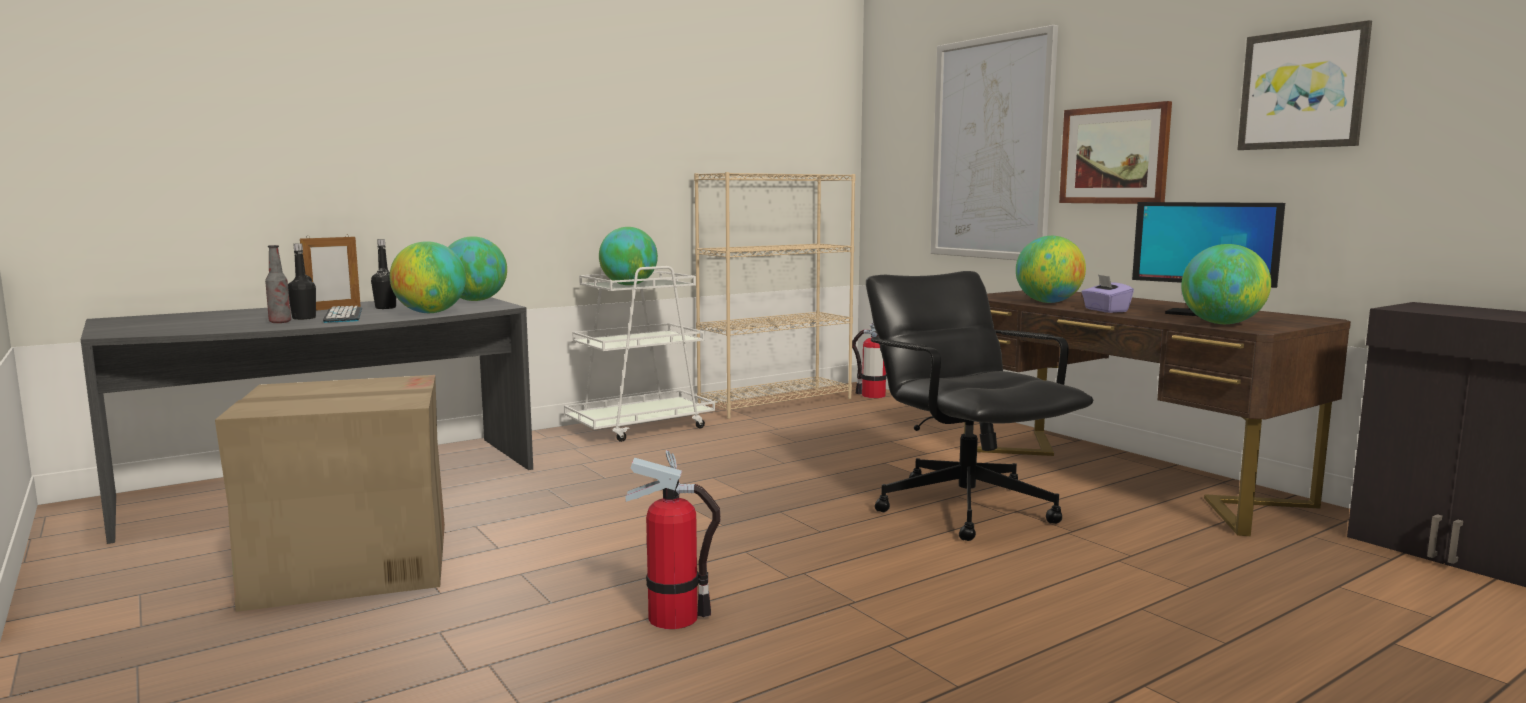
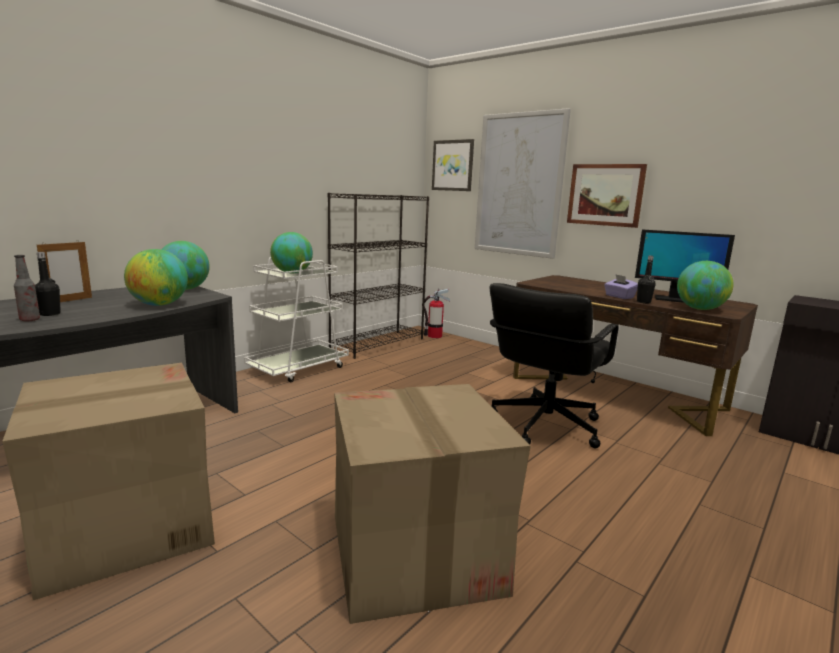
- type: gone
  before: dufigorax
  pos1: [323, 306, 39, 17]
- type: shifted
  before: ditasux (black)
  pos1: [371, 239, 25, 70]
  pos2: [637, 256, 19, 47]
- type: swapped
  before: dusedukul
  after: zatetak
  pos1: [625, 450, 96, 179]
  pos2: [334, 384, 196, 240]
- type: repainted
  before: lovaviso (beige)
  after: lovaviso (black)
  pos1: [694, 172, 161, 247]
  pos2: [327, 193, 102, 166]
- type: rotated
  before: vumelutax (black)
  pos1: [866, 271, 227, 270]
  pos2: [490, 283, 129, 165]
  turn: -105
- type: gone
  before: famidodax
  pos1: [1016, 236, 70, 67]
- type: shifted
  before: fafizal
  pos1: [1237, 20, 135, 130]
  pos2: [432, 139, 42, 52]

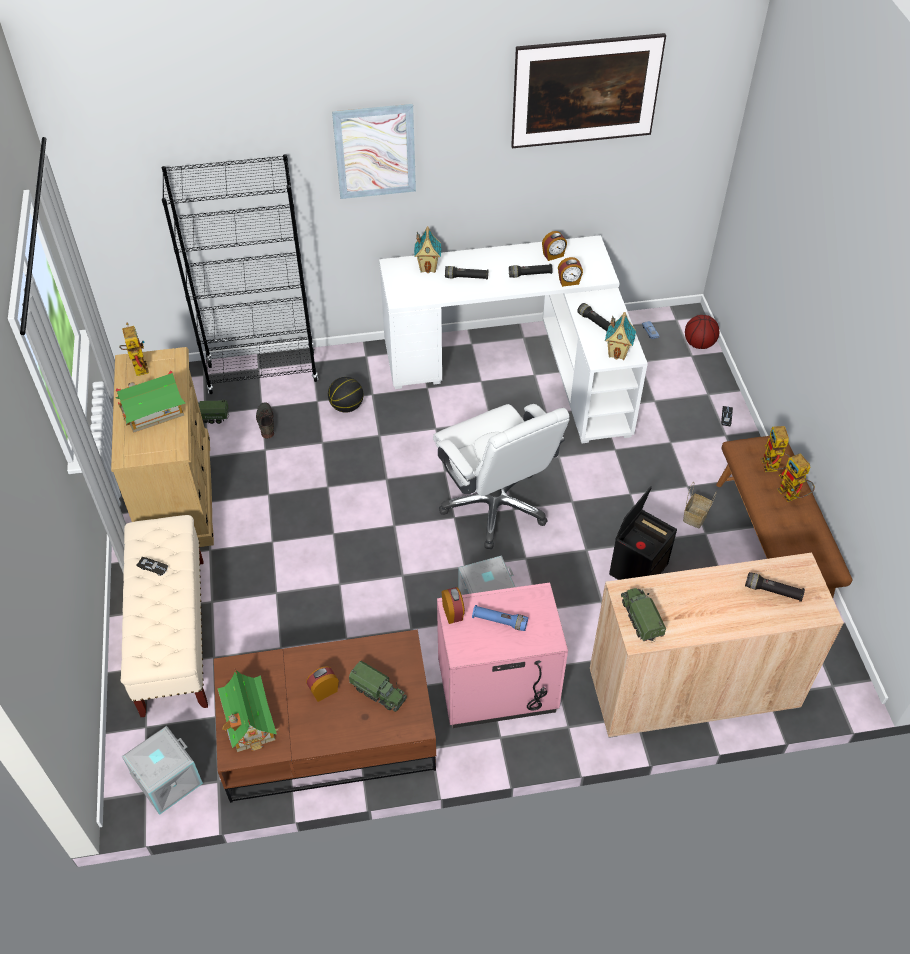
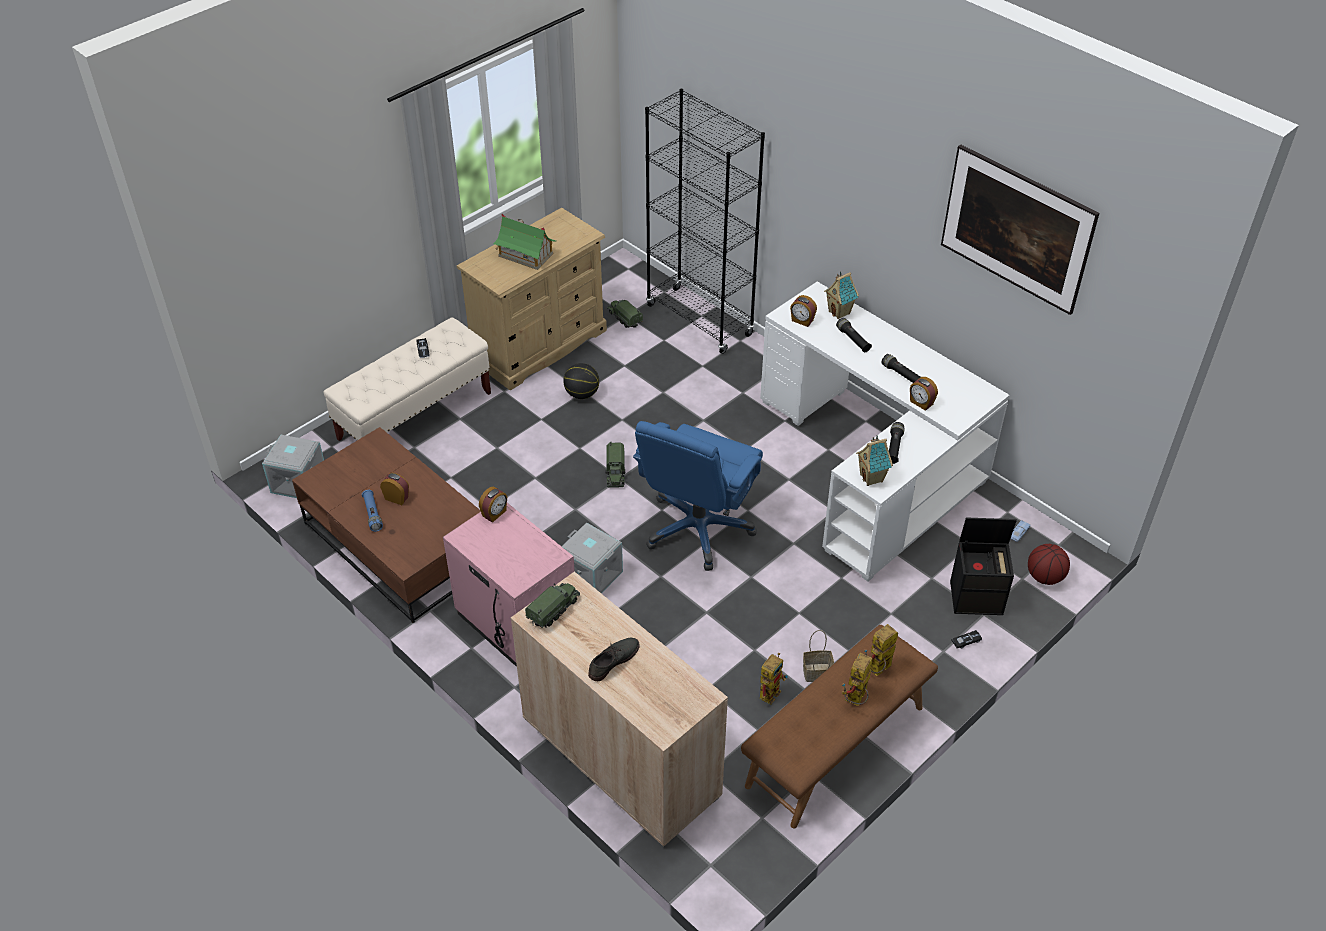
- type: shifted
  before: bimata
  pos1: [119, 323, 30, 53]
  pos2: [759, 653, 29, 52]
- type: gone
  before: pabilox
  pos1: [218, 669, 61, 83]
- type: shifted
  before: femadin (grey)
  pos1: [256, 402, 18, 36]
  pos2: [588, 638, 52, 43]
- type: shifted
  before: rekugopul
  pos1: [328, 377, 36, 36]
  pos2: [563, 363, 36, 36]
- type: gone
  before: fafizal
  pos1: [332, 104, 84, 95]
- type: shifted
  before: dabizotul
  pos1: [349, 661, 58, 51]
  pos2: [605, 442, 20, 46]
- type: repainted
  before: vumelutax (white)
  after: vumelutax (blue)
  pos1: [433, 404, 136, 145]
  pos2: [633, 421, 130, 150]
- type: shifted
  before: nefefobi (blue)
  pos1: [472, 605, 56, 26]
  pos2: [362, 490, 21, 42]
- type: shifted
  before: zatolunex
  pos1: [542, 231, 25, 30]
  pos2: [790, 295, 27, 32]
- type: shifted
  before: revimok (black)
  pos1: [609, 486, 68, 94]
  pos2: [950, 517, 67, 98]
- type: gone
  before: nefefobi (black)
  pos1: [745, 572, 60, 30]

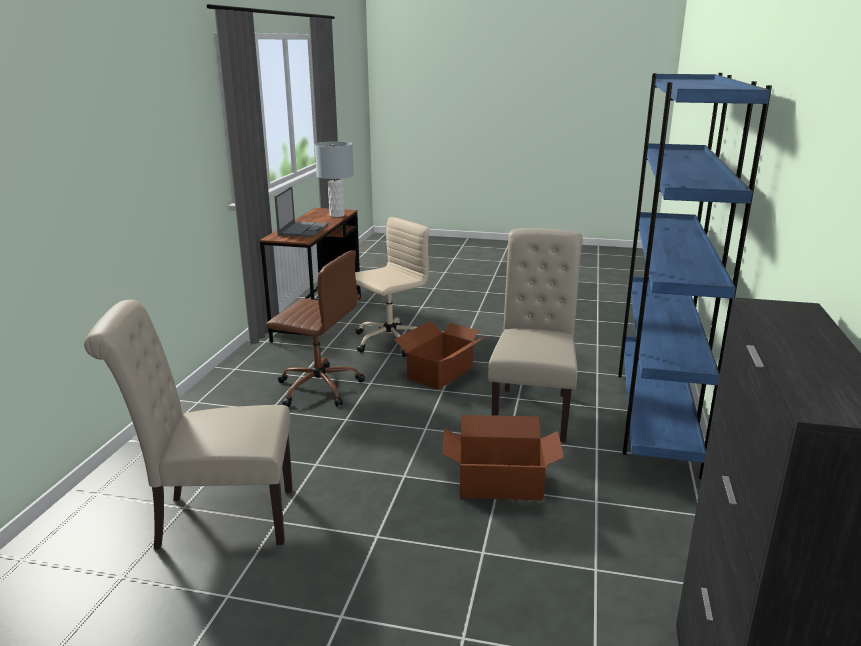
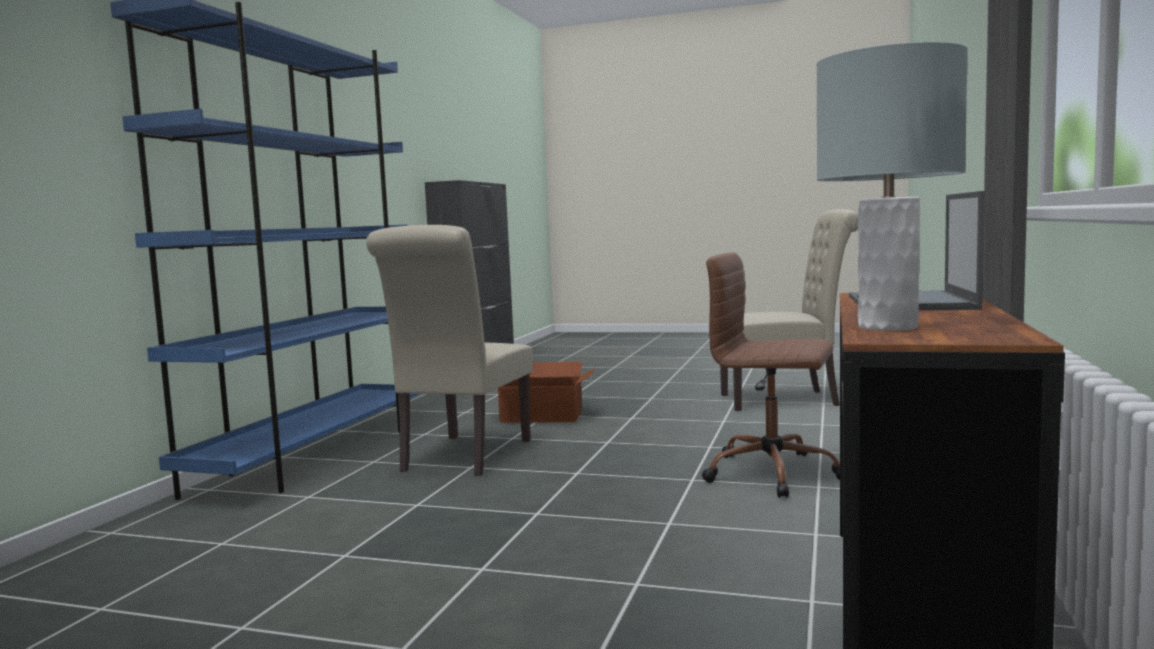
- type: gone
  before: vumelutax (beige)
  pos1: [355, 217, 74, 141]
- type: gone
  before: zatetak
  pos1: [394, 321, 93, 69]

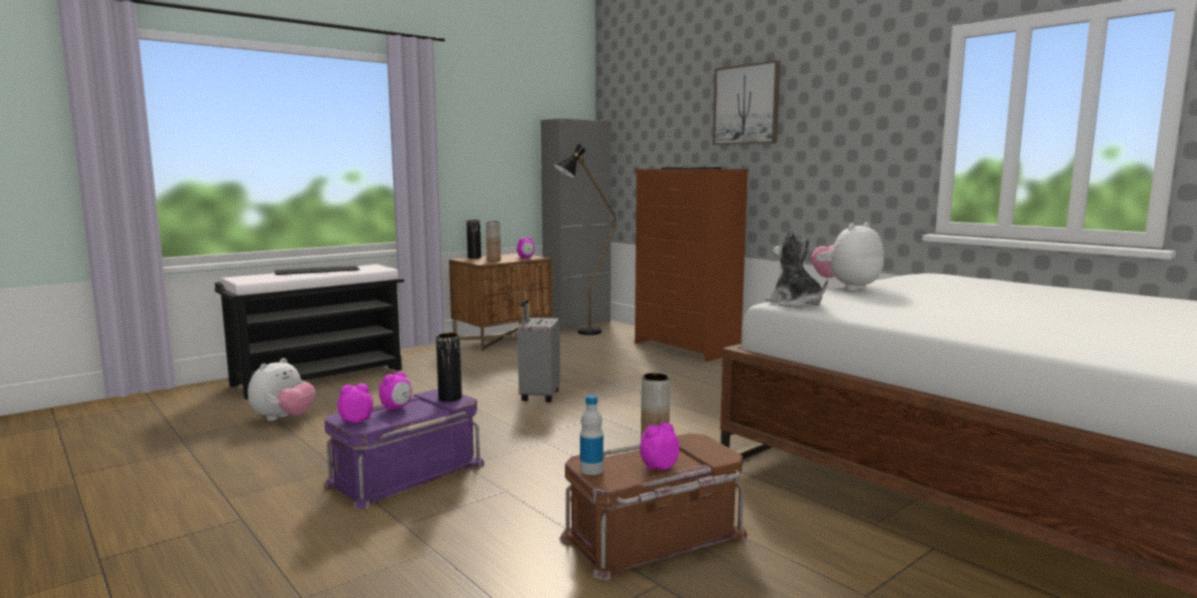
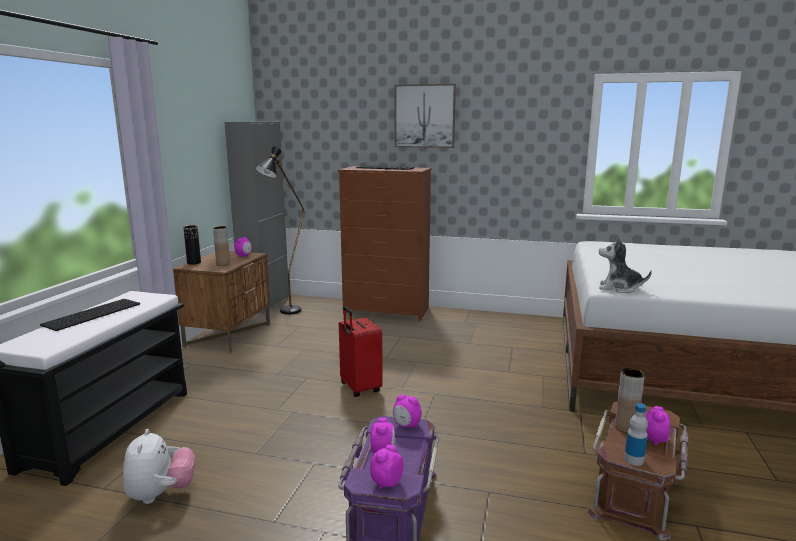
- type: swapped
  before: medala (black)
  after: zatolunex
  pos1: [436, 333, 26, 69]
  pos2: [393, 394, 29, 34]
- type: repainted
  before: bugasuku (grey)
  after: bugasuku (red)
  pos1: [517, 299, 43, 103]
  pos2: [339, 306, 44, 91]
- type: gone
  before: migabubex
  pos1: [811, 222, 73, 69]

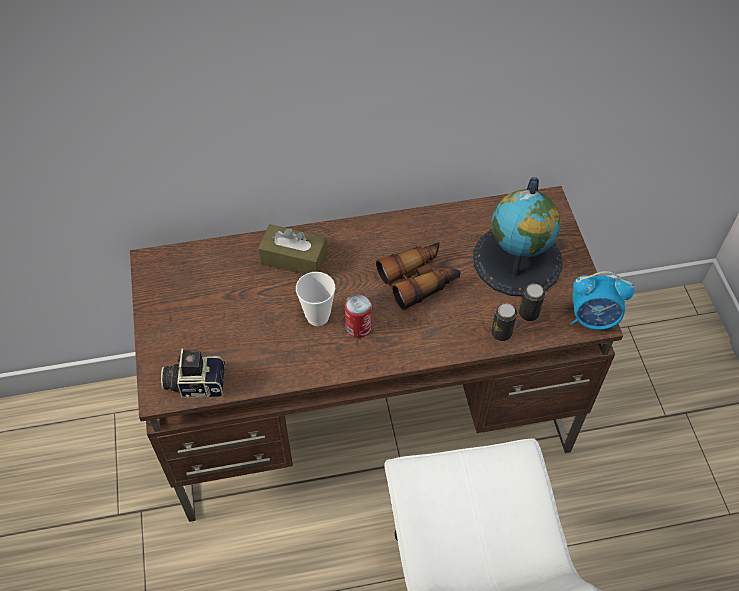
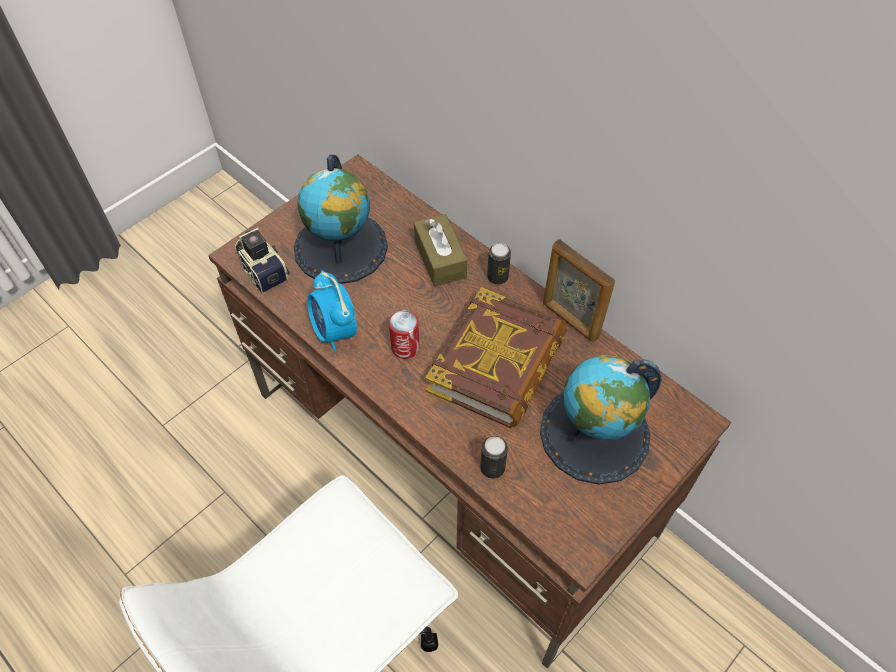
- type: gone
  before: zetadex
  pos1: [296, 272, 39, 54]
- type: swapped
  before: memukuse
  after: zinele
  pos1: [376, 242, 84, 68]
  pos2: [425, 287, 142, 141]
- type: shifted
  before: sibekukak
  pos1: [519, 284, 26, 37]
  pos2: [487, 243, 24, 42]
- type: shifted
  before: zatolunex
  pos1: [570, 271, 64, 59]
  pos2: [307, 270, 50, 82]
- type: new
  after: famidodax
  pos2: [294, 154, 94, 130]
- type: new
  after: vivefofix
  pos2: [543, 239, 72, 104]

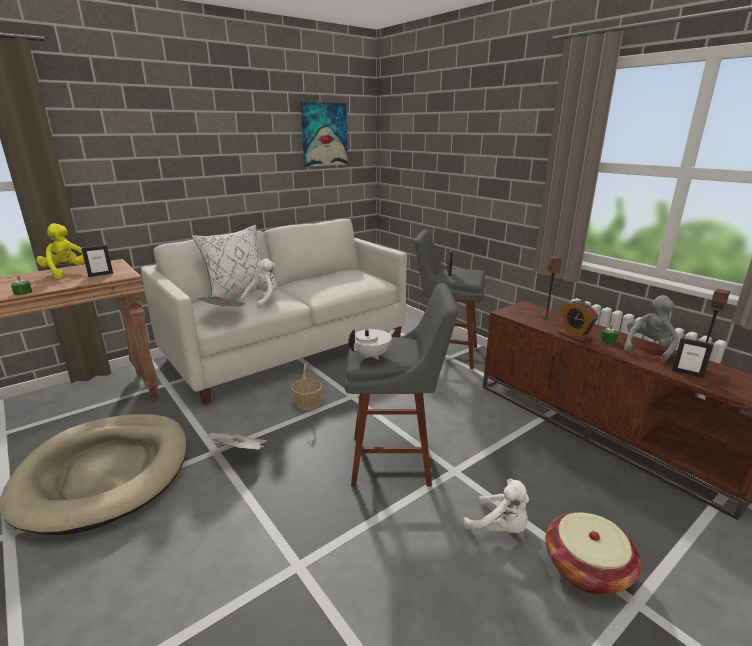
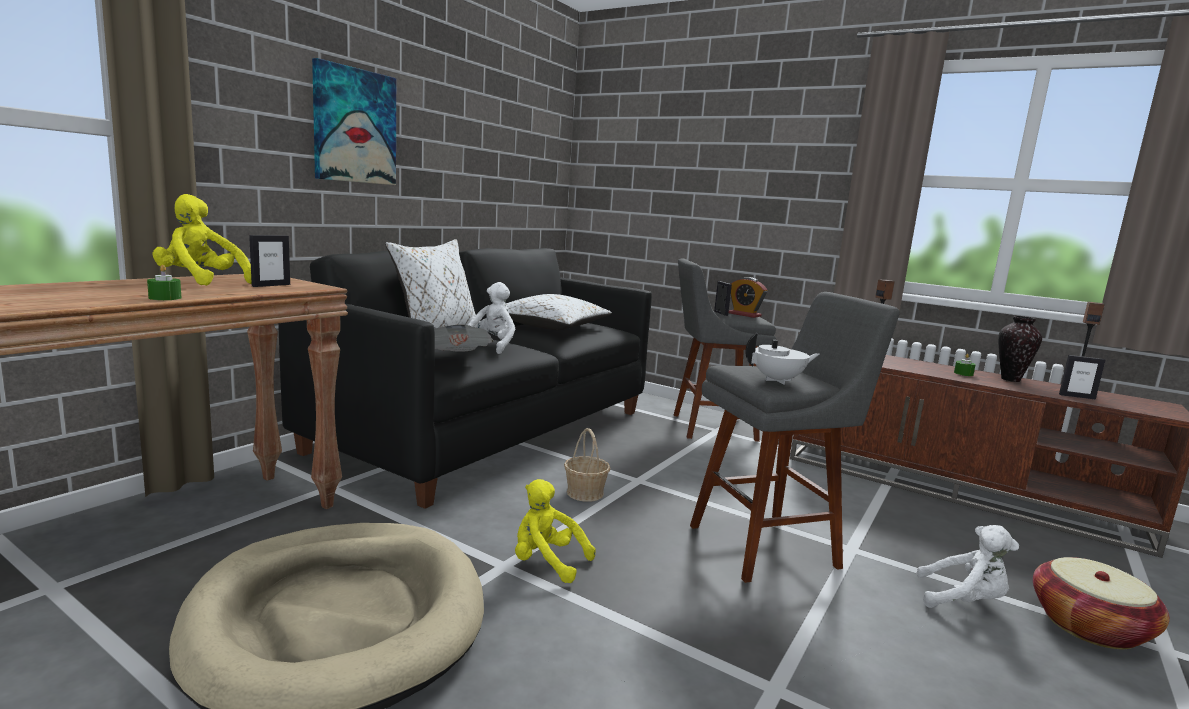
- type: repainted
  before: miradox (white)
  after: miradox (black)
  pos1: [141, 219, 266, 186]
  pos2: [278, 248, 374, 261]
- type: swapped
  before: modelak
  after: migabubex (yellow)
  pos1: [207, 433, 60, 17]
  pos2: [515, 479, 81, 104]
- type: shifted
  before: fafizal
  pos1: [301, 101, 47, 66]
  pos2: [312, 58, 84, 127]
- type: rotated
  before: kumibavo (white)
  pos1: [348, 329, 48, 31]
  pos2: [745, 333, 75, 52]
  turn: 45
- type: shifted
  before: zatolunex
  pos1: [558, 300, 41, 43]
  pos2: [729, 277, 38, 41]
- type: swapped
  before: migabubex (grey)
  after: medala
  pos1: [624, 295, 55, 67]
  pos2: [998, 316, 44, 66]
- type: new
  after: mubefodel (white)
  pos2: [506, 294, 106, 36]

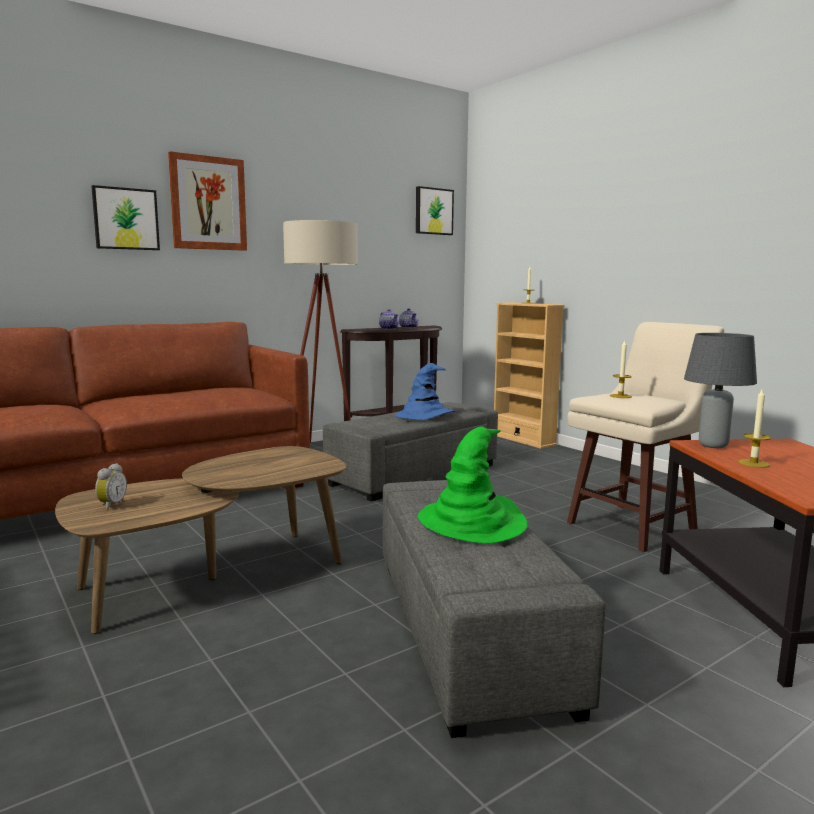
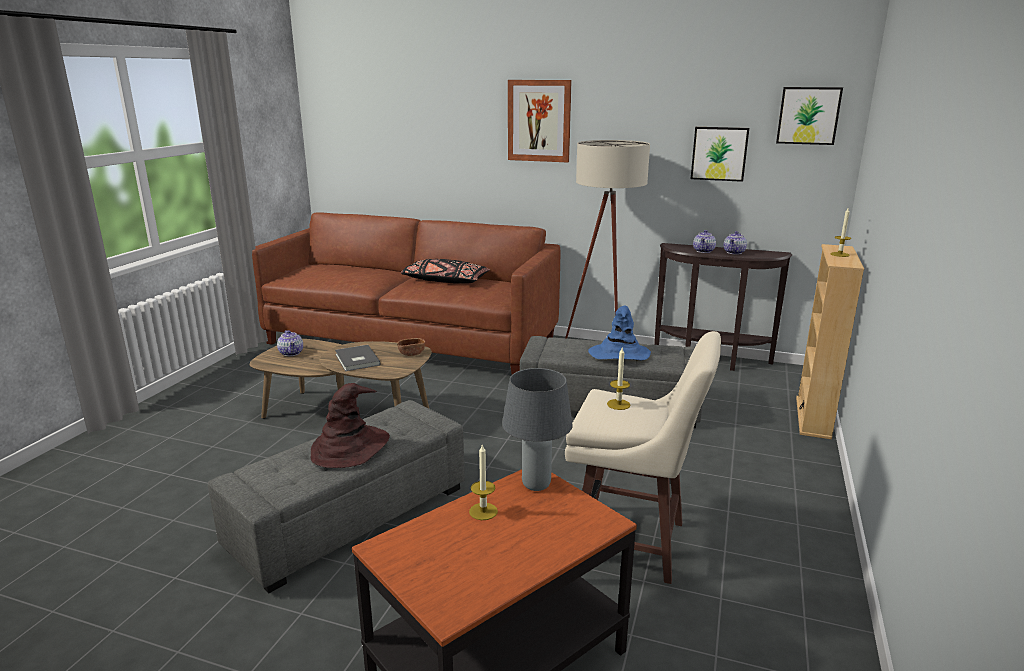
- type: shifted
  before: fafizal
  pos1: [91, 185, 69, 65]
  pos2: [691, 127, 58, 55]
- type: swapped
  before: zatolunex
  after: kumibavo
  pos1: [95, 463, 32, 47]
  pos2: [277, 330, 26, 26]
- type: repainted
  before: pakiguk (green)
  after: pakiguk (brown)
  pos1: [418, 427, 110, 117]
  pos2: [311, 383, 79, 85]
- type: new
  after: zinele (grey)
  pos2: [335, 345, 46, 26]
- type: new
  after: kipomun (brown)
  pos2: [397, 338, 28, 18]
- type: new
  after: mubefodel (black)
  pos2: [401, 259, 89, 25]

